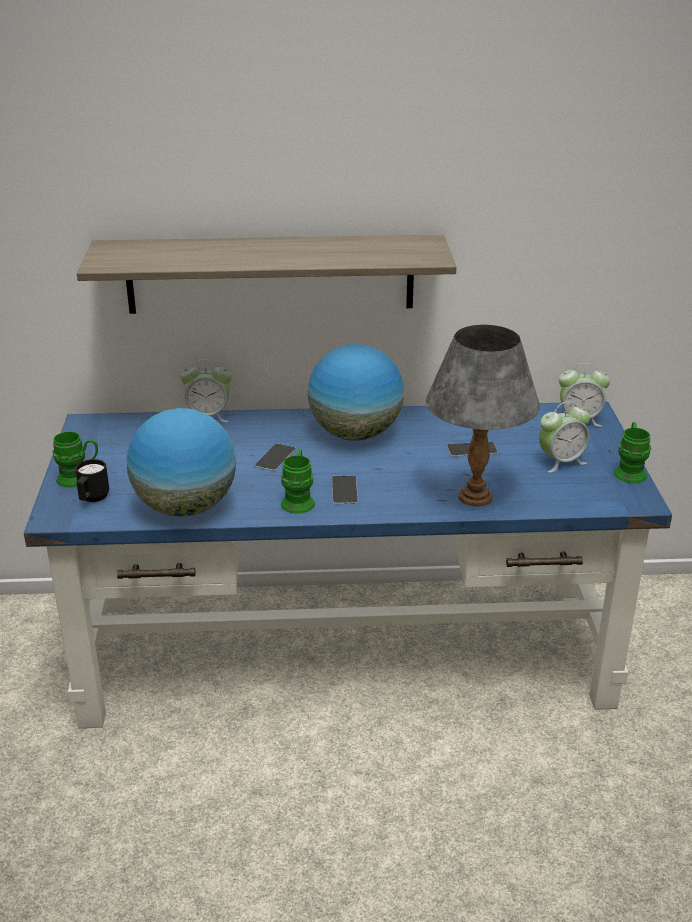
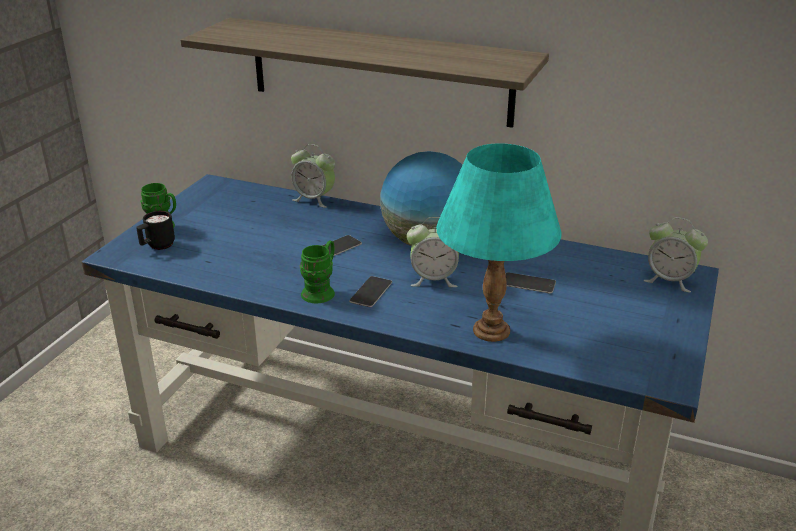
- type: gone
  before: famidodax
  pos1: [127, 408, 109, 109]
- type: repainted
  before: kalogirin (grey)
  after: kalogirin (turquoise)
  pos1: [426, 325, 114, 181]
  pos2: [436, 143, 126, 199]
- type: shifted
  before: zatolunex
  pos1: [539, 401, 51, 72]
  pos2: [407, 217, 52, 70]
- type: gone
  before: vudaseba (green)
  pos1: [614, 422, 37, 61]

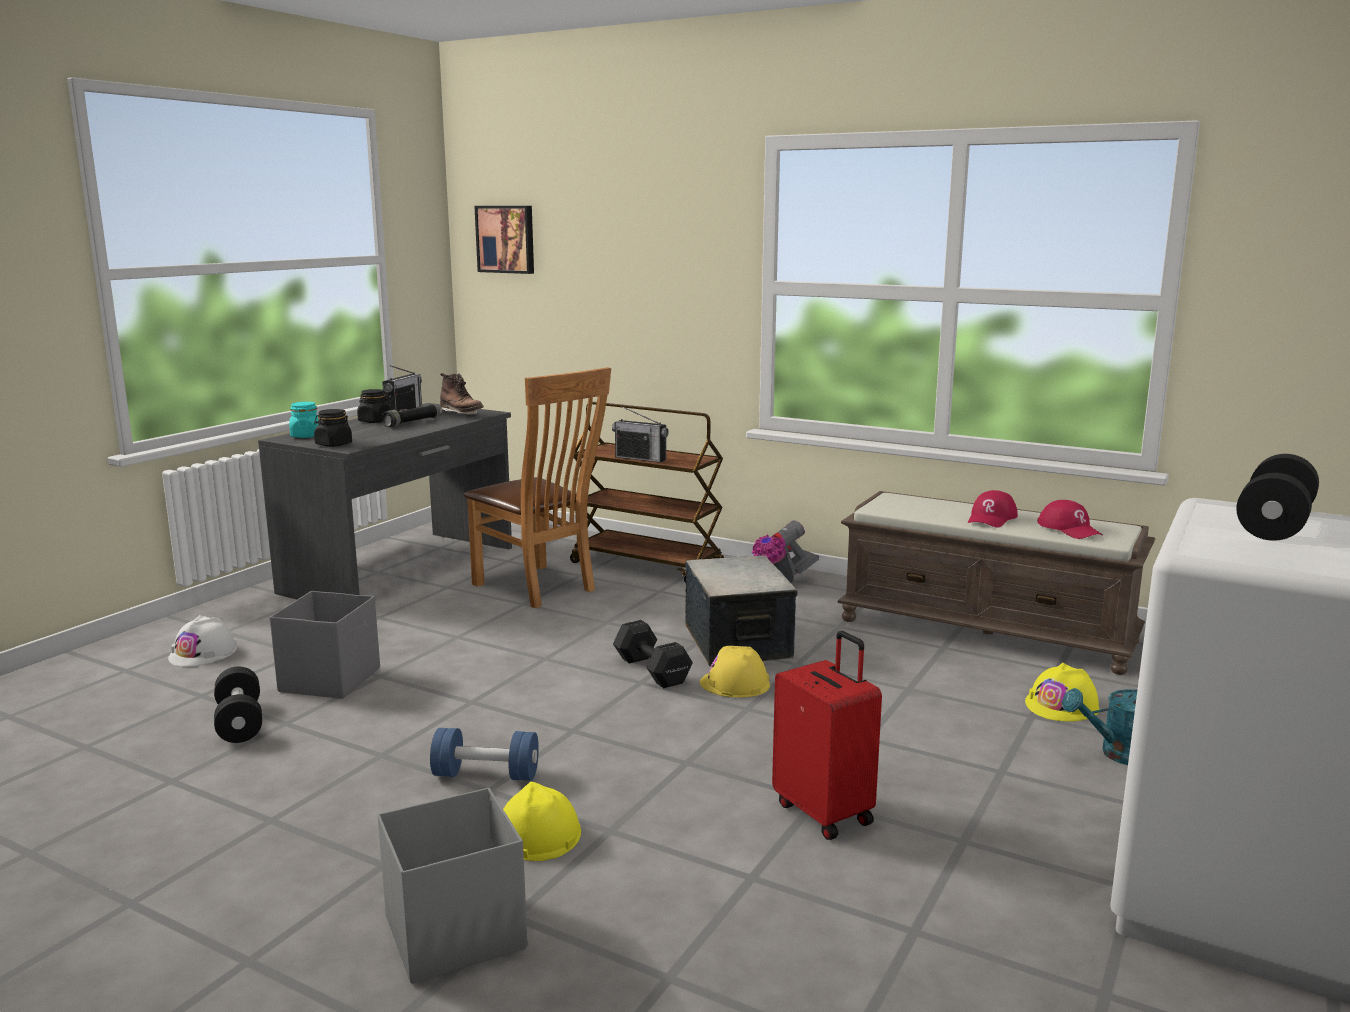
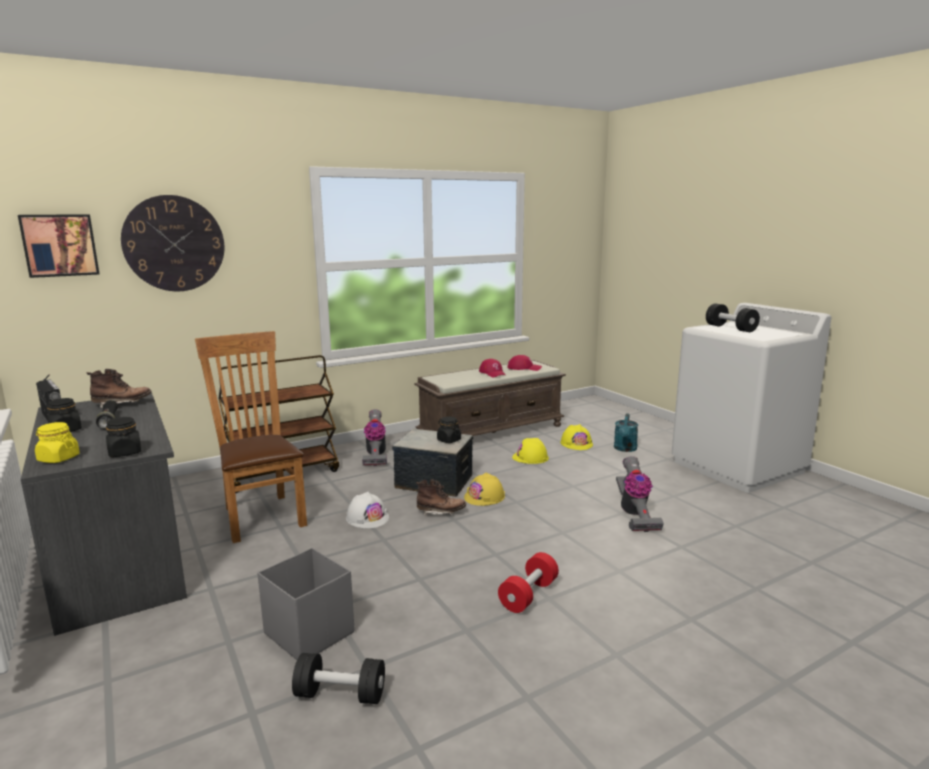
- type: shifted
  before: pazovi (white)
  pos1: [168, 615, 69, 52]
  pos2: [346, 492, 43, 36]
- type: repainted
  before: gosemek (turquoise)
  after: gosemek (yellow)
  pos1: [289, 402, 30, 36]
  pos2: [35, 422, 45, 41]
- type: gone
  before: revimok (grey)
  pos1: [377, 787, 150, 197]
- type: repainted
  before: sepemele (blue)
  after: sepemele (red)
  pos1: [430, 728, 109, 53]
  pos2: [498, 552, 61, 61]
- type: rotated
  before: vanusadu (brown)
  pos1: [464, 367, 147, 241]
  pos2: [195, 331, 112, 212]
  turn: -105
- type: shifted
  before: pazovi (yellow)
  pos1: [503, 782, 78, 79]
  pos2: [512, 438, 37, 26]
- type: gone
  before: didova
  pos1: [612, 406, 57, 57]
- type: swapped
  before: sepemele (black)
  after: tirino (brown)
  pos1: [613, 620, 80, 68]
  pos2: [416, 479, 50, 37]
- type: swapped
  before: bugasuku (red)
  after: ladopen
  pos1: [772, 631, 110, 209]
  pos2: [616, 456, 48, 76]
- type: new
  after: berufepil
  pos2: [121, 195, 103, 96]
- type: new
  after: gosemek (black)
  pos2: [437, 416, 24, 27]

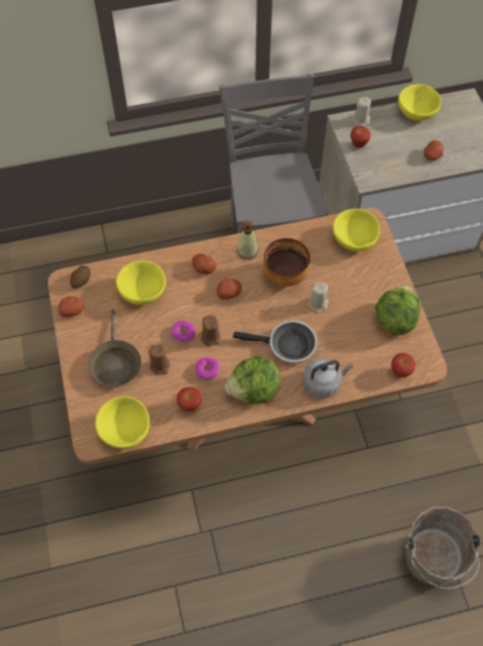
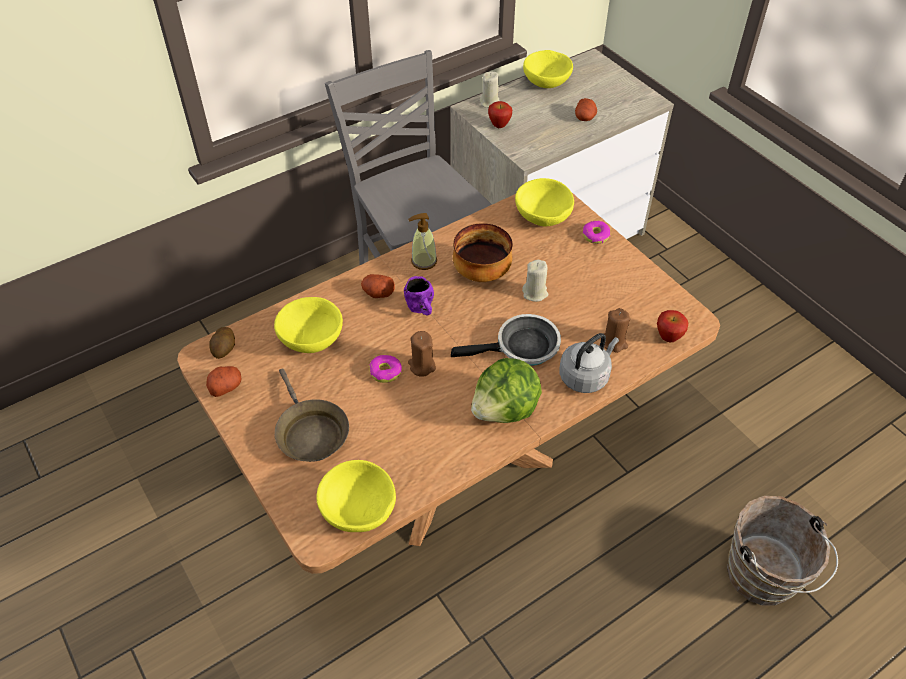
- type: shifted
  before: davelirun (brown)
  pos1: [149, 345, 21, 30]
  pos2: [604, 308, 26, 45]
- type: gone
  before: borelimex
  pos1: [177, 387, 25, 24]
- type: shifted
  before: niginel
  pos1: [195, 357, 24, 24]
  pos2: [583, 221, 27, 23]
- type: swapped
  before: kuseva
  after: vudaseba (purple)
  pos1: [217, 278, 25, 21]
  pos2: [404, 276, 30, 40]
- type: gone
  before: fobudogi
  pos1: [375, 285, 46, 50]

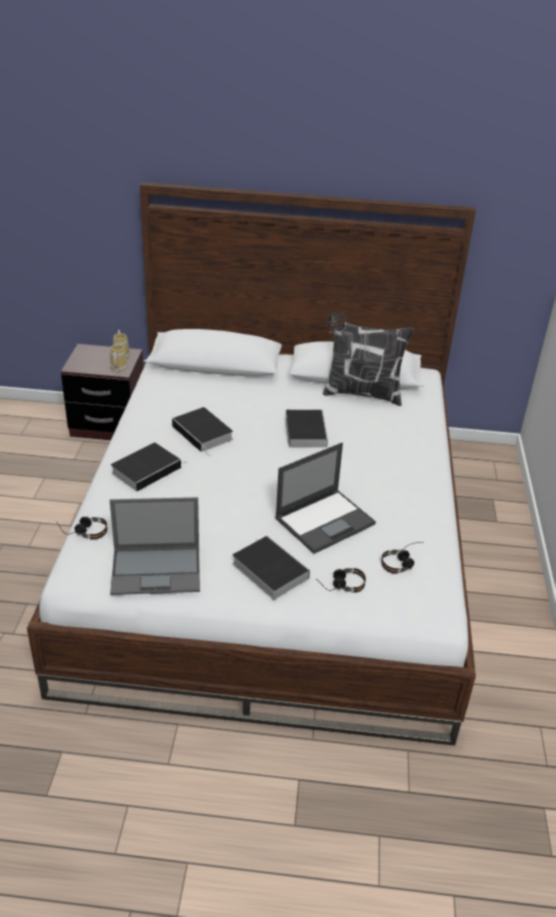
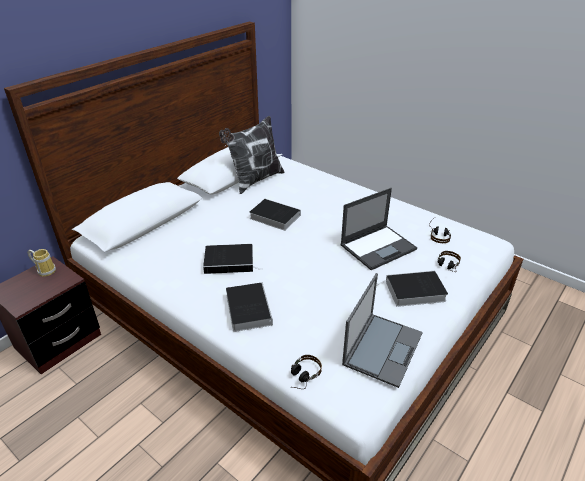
- type: gone
  before: vudaseba
  pos1: [110, 344, 17, 29]
- type: rotated
  before: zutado
  pos1: [275, 443, 101, 111]
  pos2: [340, 188, 77, 82]
  turn: 60

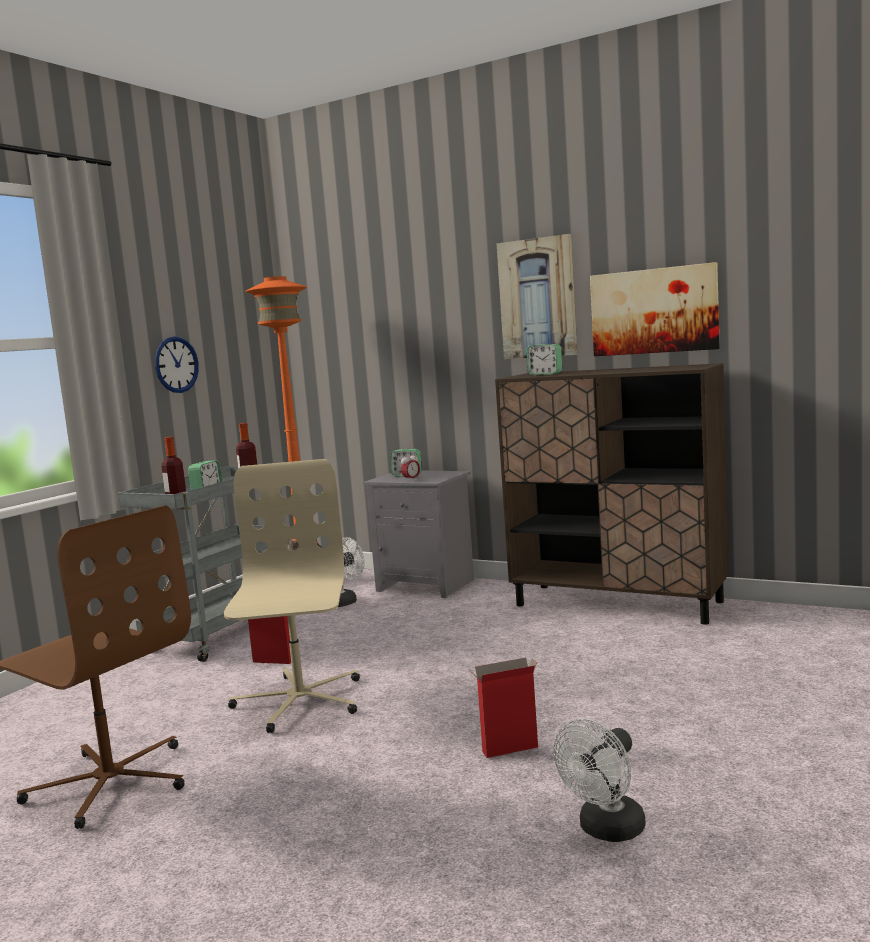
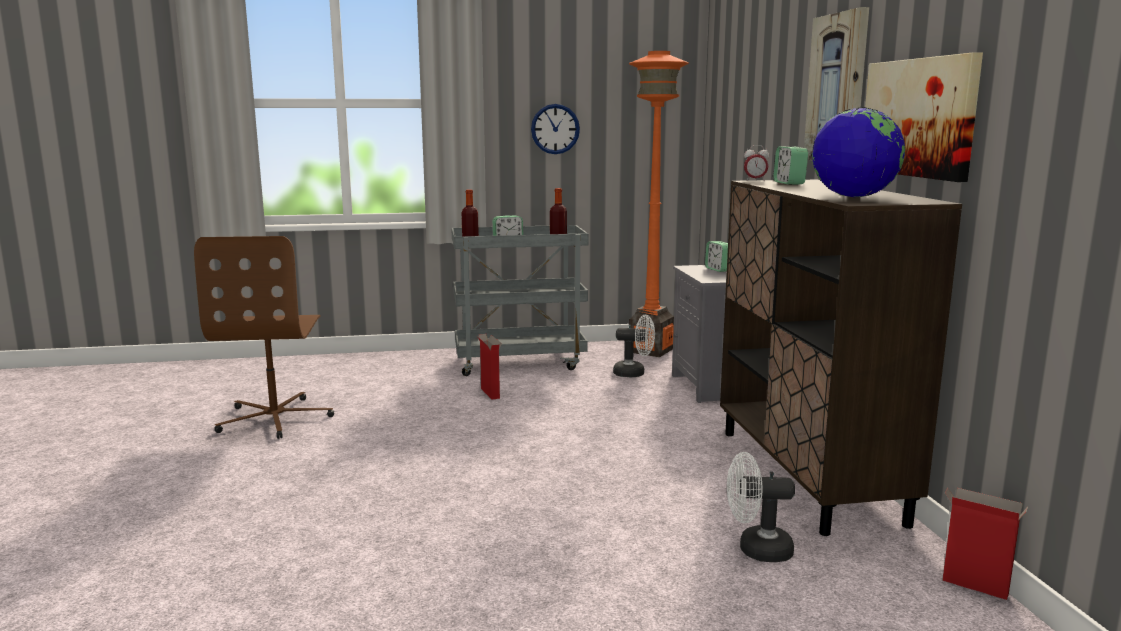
- type: gone
  before: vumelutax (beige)
  pos1: [224, 459, 136, 274]
- type: shifted
  before: zatolunex
  pos1: [401, 453, 19, 27]
  pos2: [744, 145, 25, 36]
- type: shifted
  before: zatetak
  pos1: [470, 657, 68, 101]
  pos2: [942, 488, 86, 112]
- type: shifted
  before: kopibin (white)
  pos1: [554, 719, 91, 123]
  pos2: [727, 452, 68, 110]
- type: new
  after: famidodax
  pos2: [812, 107, 93, 90]

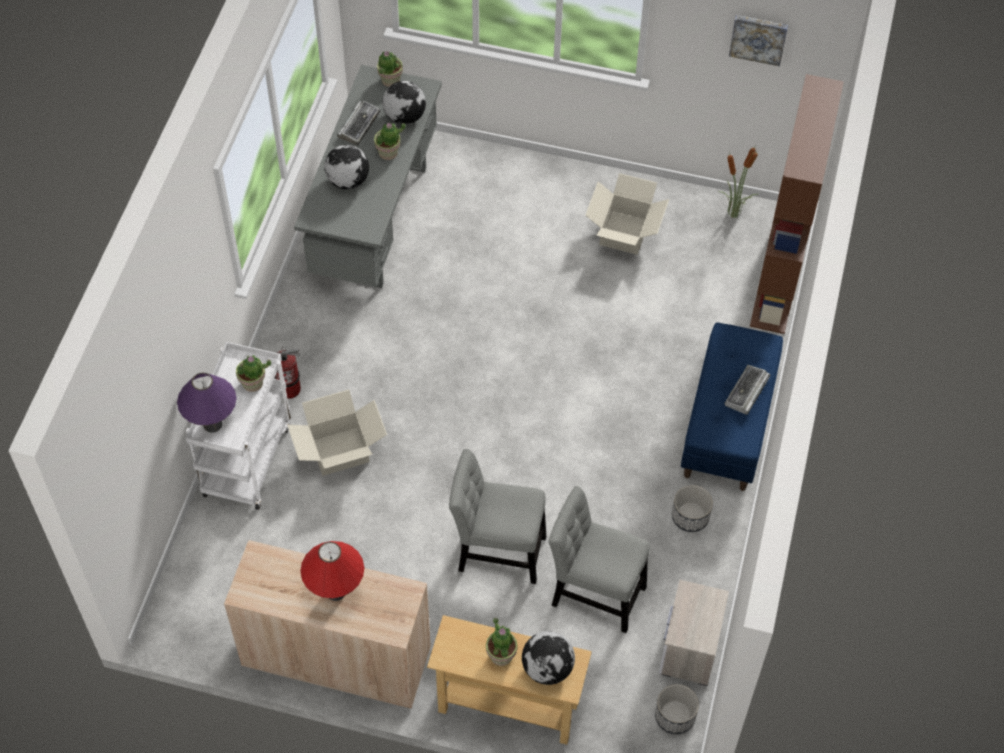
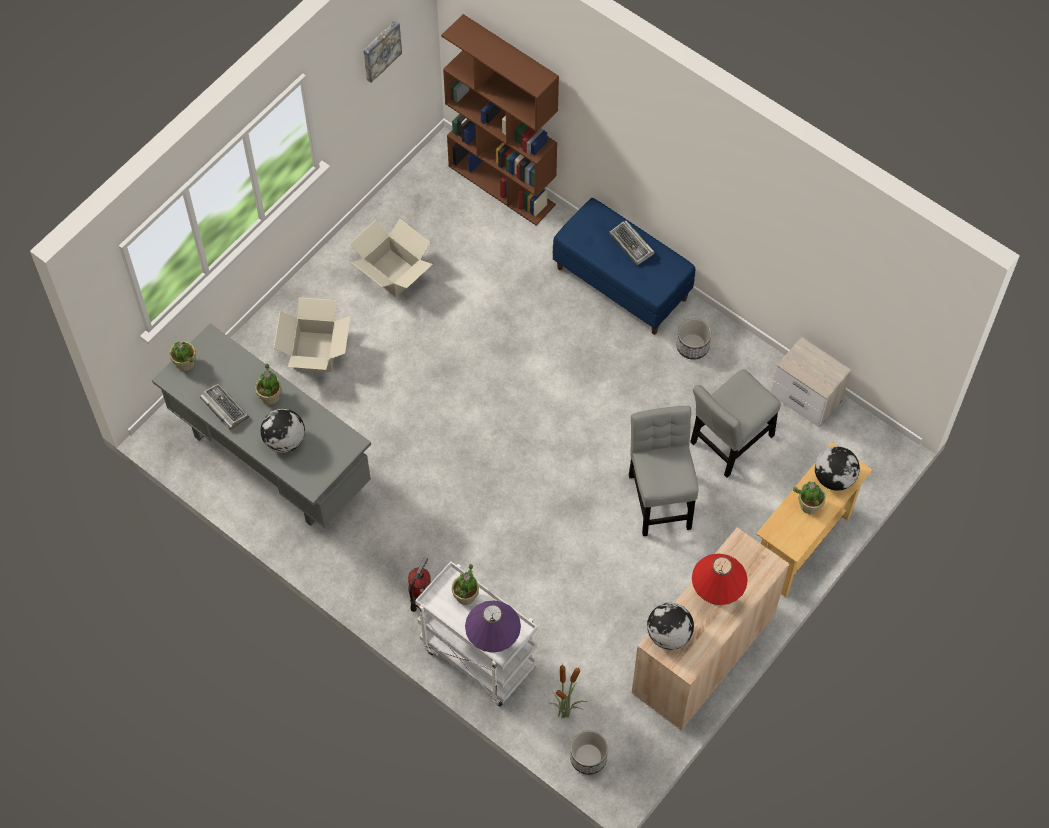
- type: shifted
  before: zatetak
  pos1: [287, 390, 100, 86]
  pos2: [274, 297, 77, 75]
- type: shifted
  before: famidodax
  pos1: [382, 81, 44, 44]
  pos2: [647, 603, 47, 47]
- type: rotated
  before: vanusadu (grey)
  pos1: [449, 449, 97, 135]
  pos2: [629, 406, 70, 130]
  turn: 135
- type: shifted
  before: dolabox
  pos1: [655, 684, 44, 50]
  pos2: [570, 731, 38, 44]
- type: shifted
  before: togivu
  pos1: [718, 144, 40, 74]
  pos2: [549, 662, 39, 57]

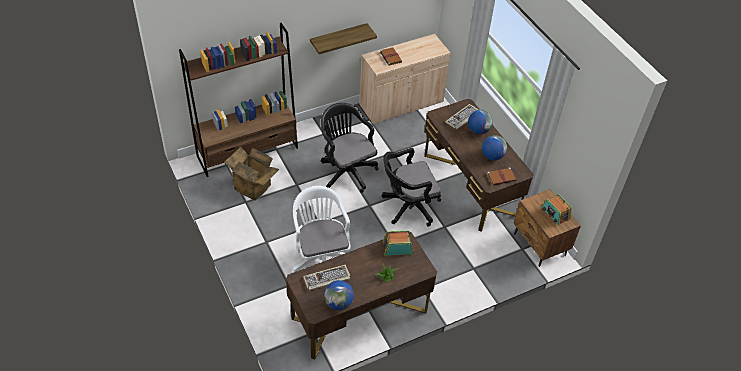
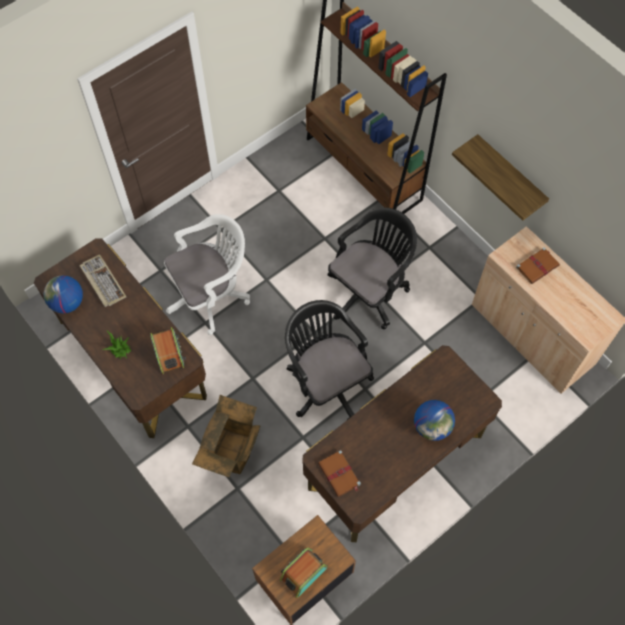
- type: shifted
  before: zatetak
  pos1: [224, 146, 55, 54]
  pos2: [192, 395, 69, 82]
- type: gone
  before: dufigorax
  pos1: [445, 104, 34, 25]
- type: gone
  before: famidodax
  pos1: [482, 135, 25, 25]

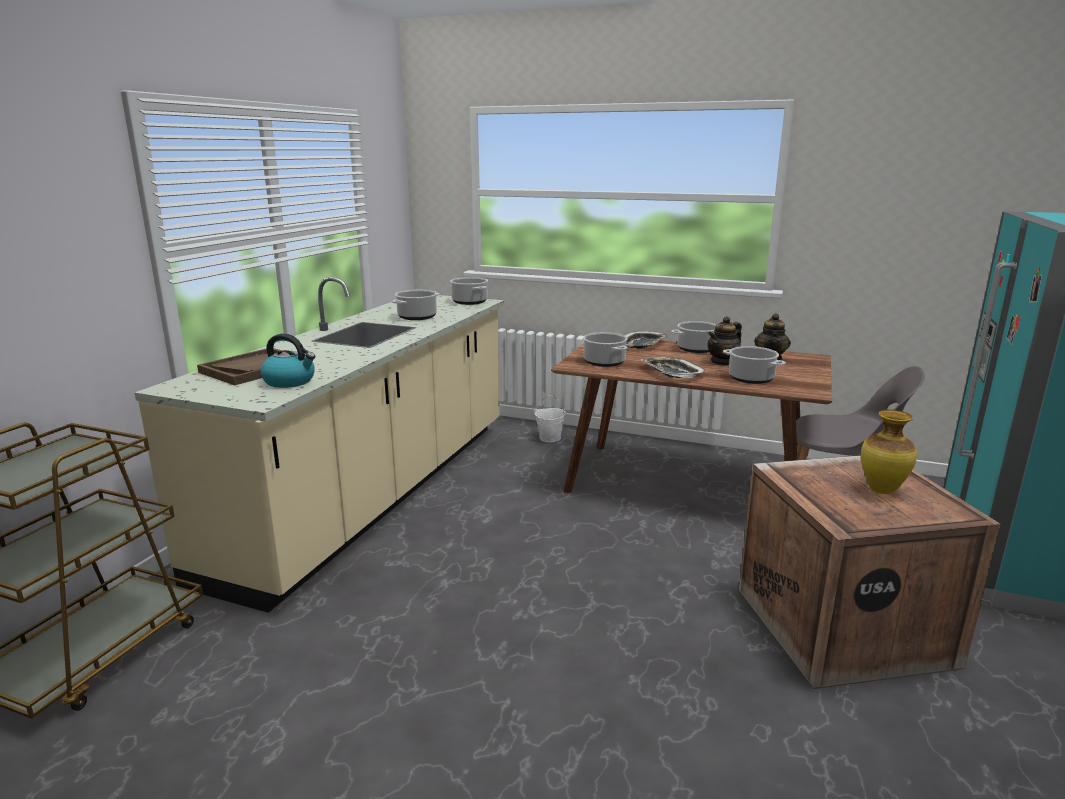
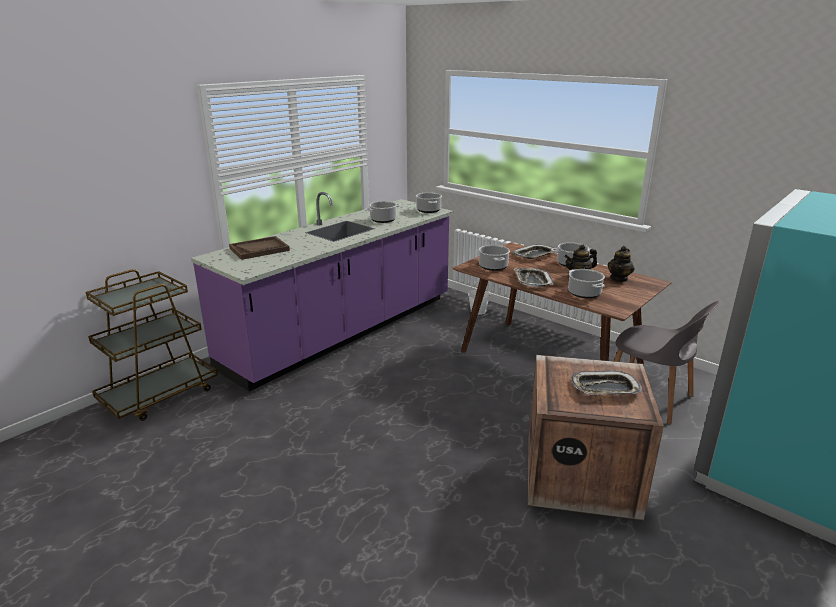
- type: repainted
  before: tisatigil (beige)
  after: tisatigil (purple)
  pos1: [134, 277, 370, 336]
  pos2: [191, 192, 263, 199]
- type: gone
  before: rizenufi
  pos1: [260, 334, 56, 54]
- type: swapped
  before: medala
  after: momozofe
  pos1: [861, 410, 56, 84]
  pos2: [572, 371, 70, 24]

